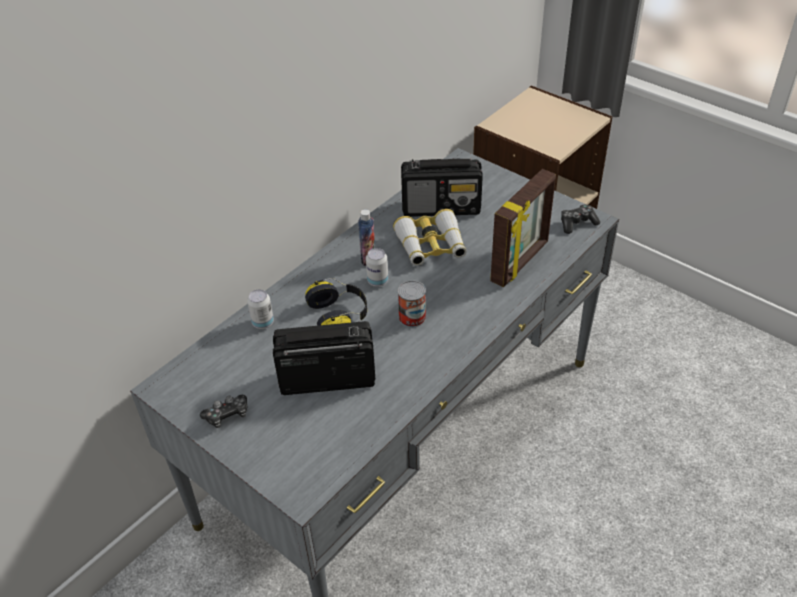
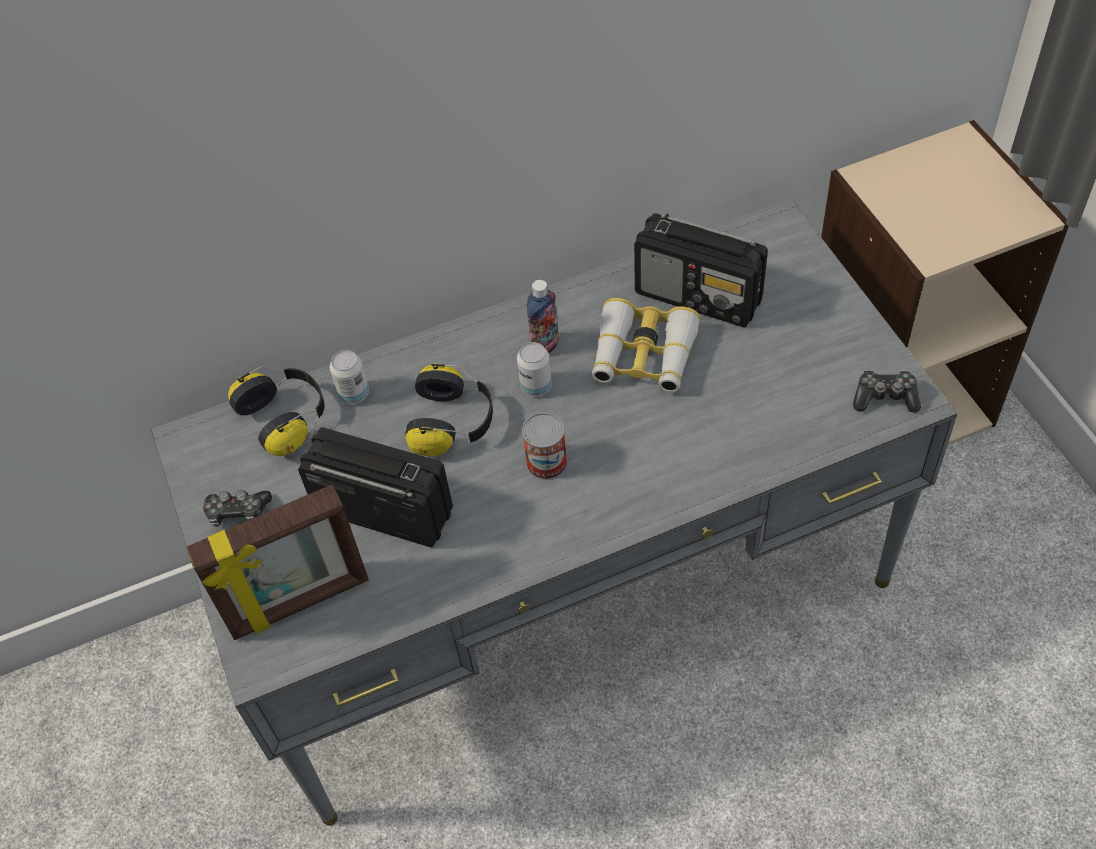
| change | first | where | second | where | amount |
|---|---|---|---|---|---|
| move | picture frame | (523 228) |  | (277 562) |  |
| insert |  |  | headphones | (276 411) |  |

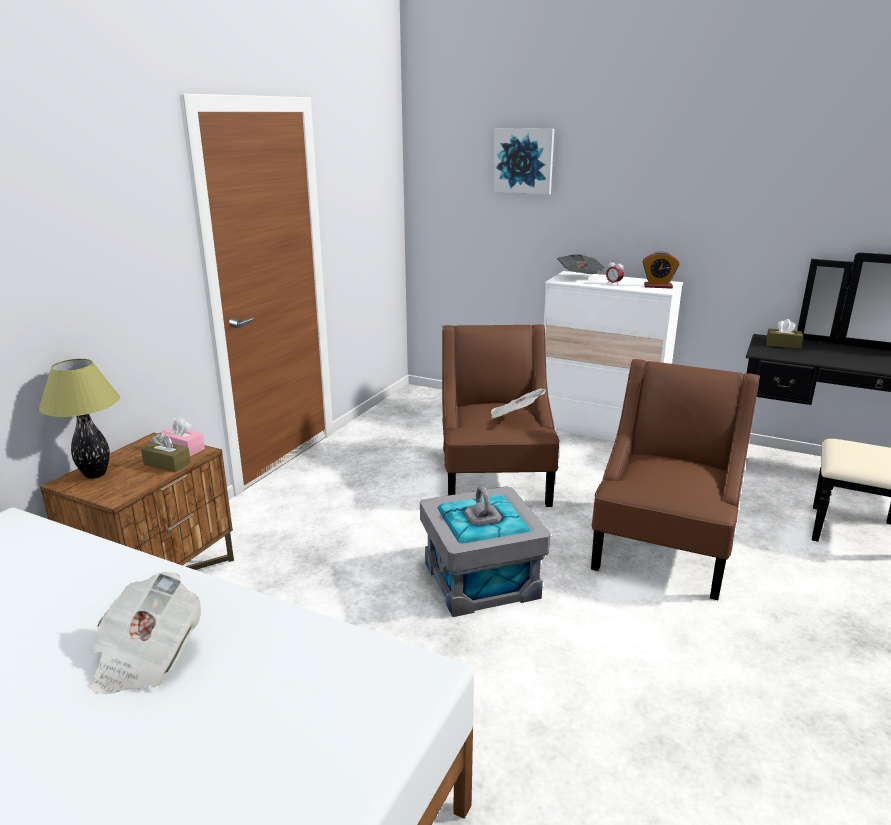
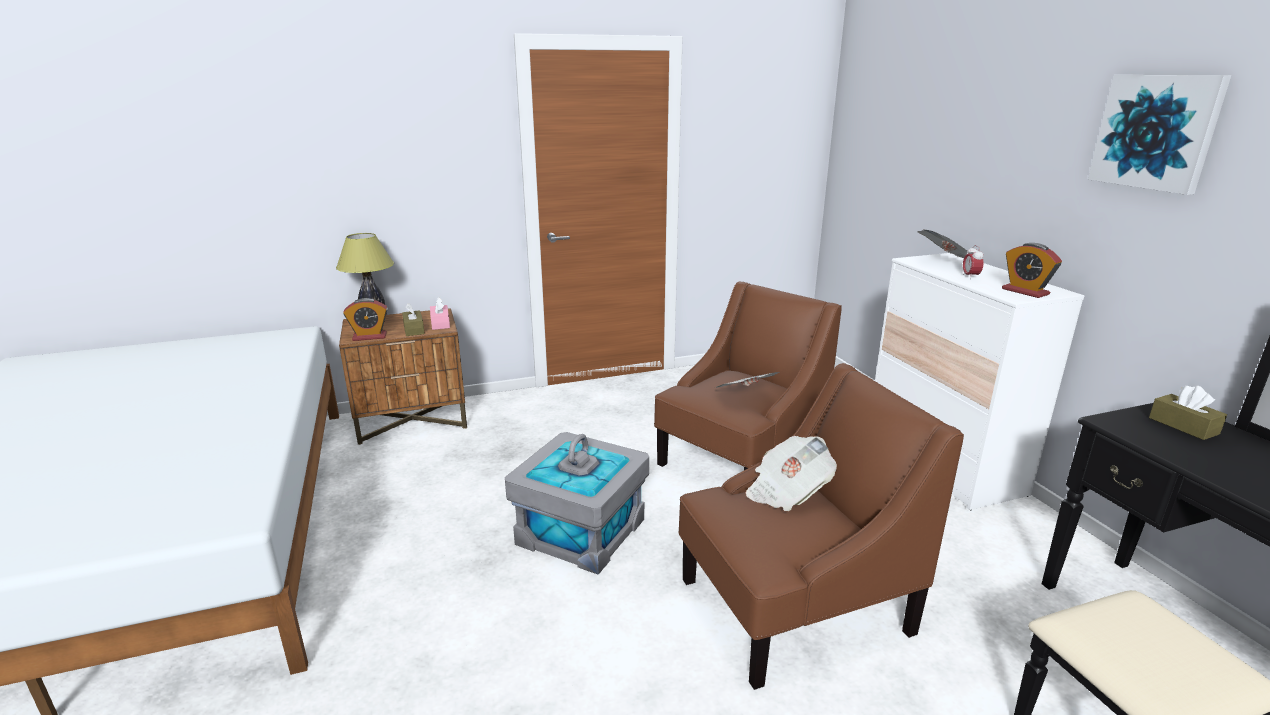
| change | first | where | second | where | amount |
|---|---|---|---|---|---|
| insert |  |  | alarm clock | (365 319) |  |
| move | newspaper | (145 633) |  | (791 473) |  |
| move | picture | (523 161) |  | (1159 135) |  |

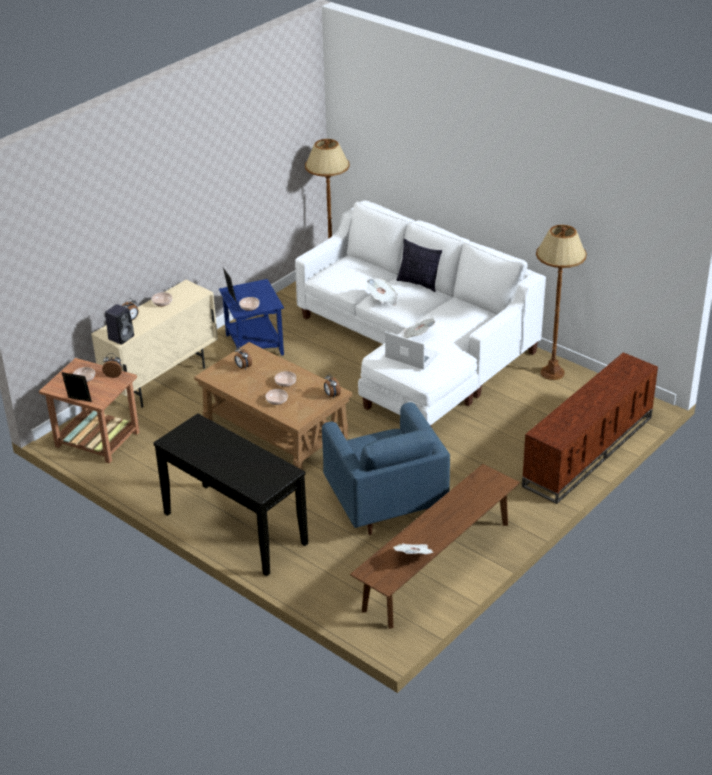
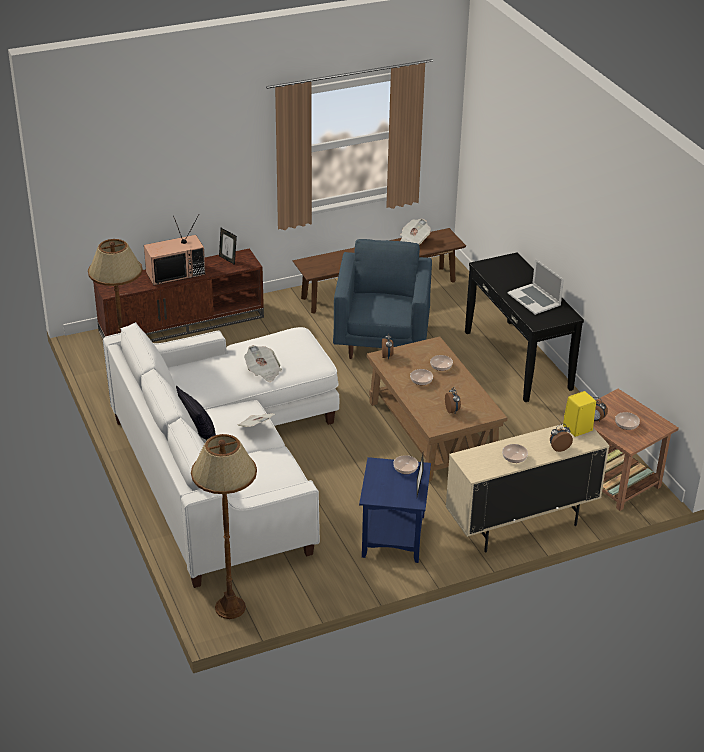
| change | first | where | second | where | amount |
|---|---|---|---|---|---|
| insert |  |  | television | (175 249) |  |
| move | picture frame | (77 387) |  | (228 246) |  |
| move | laptop | (412 350) |  | (536 287) |  |
| recolor | black speaker | (119 324) | yellow speaker | (579 414) |  |

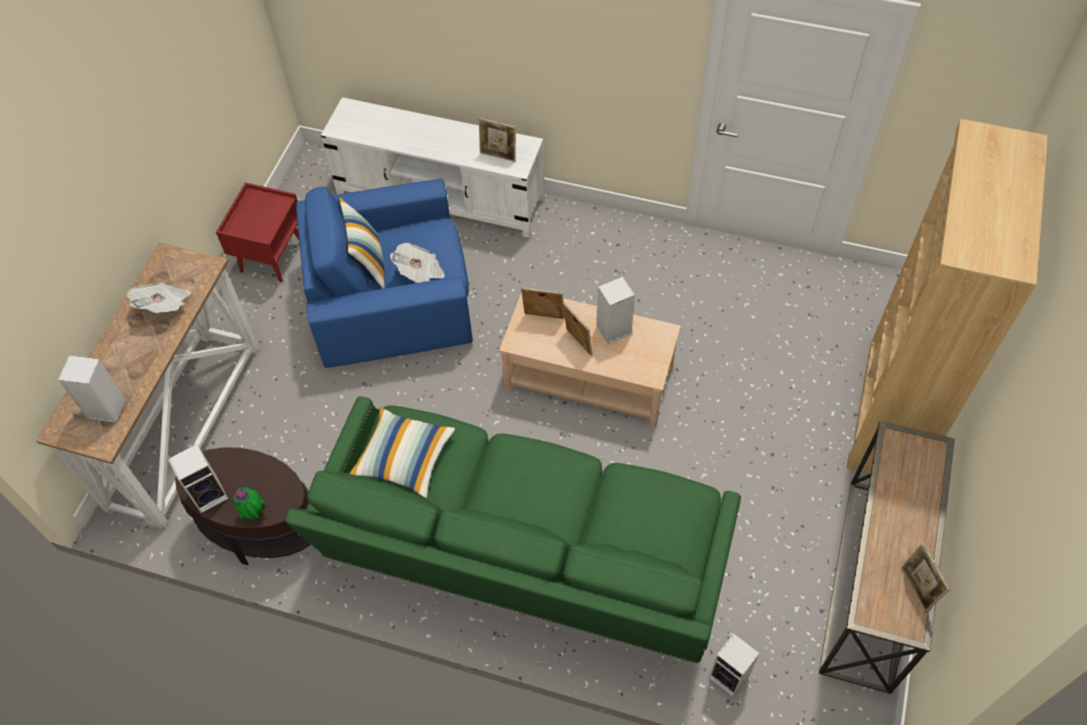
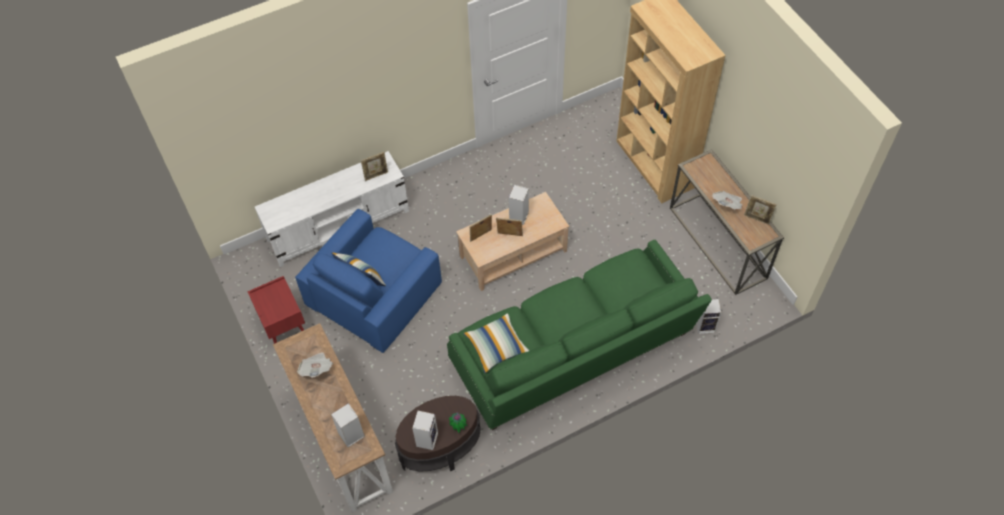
| change | first | where | second | where | amount |
|---|---|---|---|---|---|
| move | newspaper | (417 263) |  | (727 200) |  |

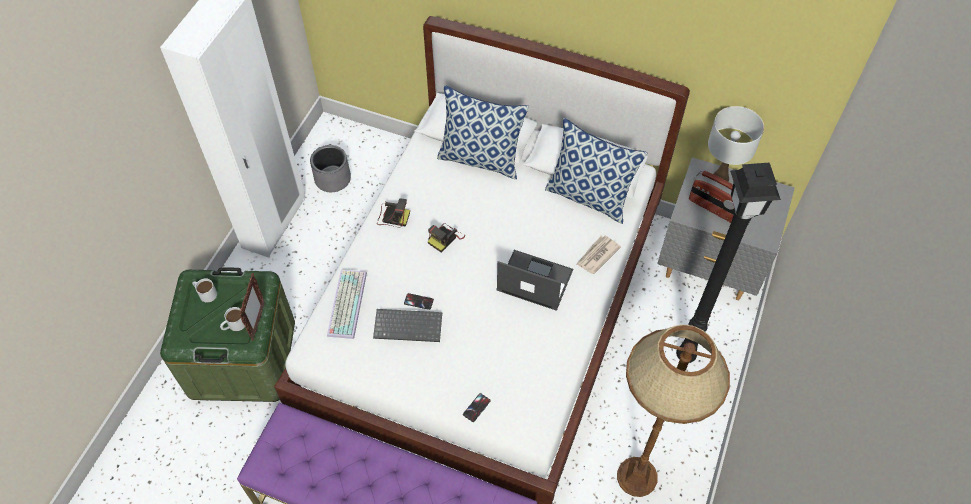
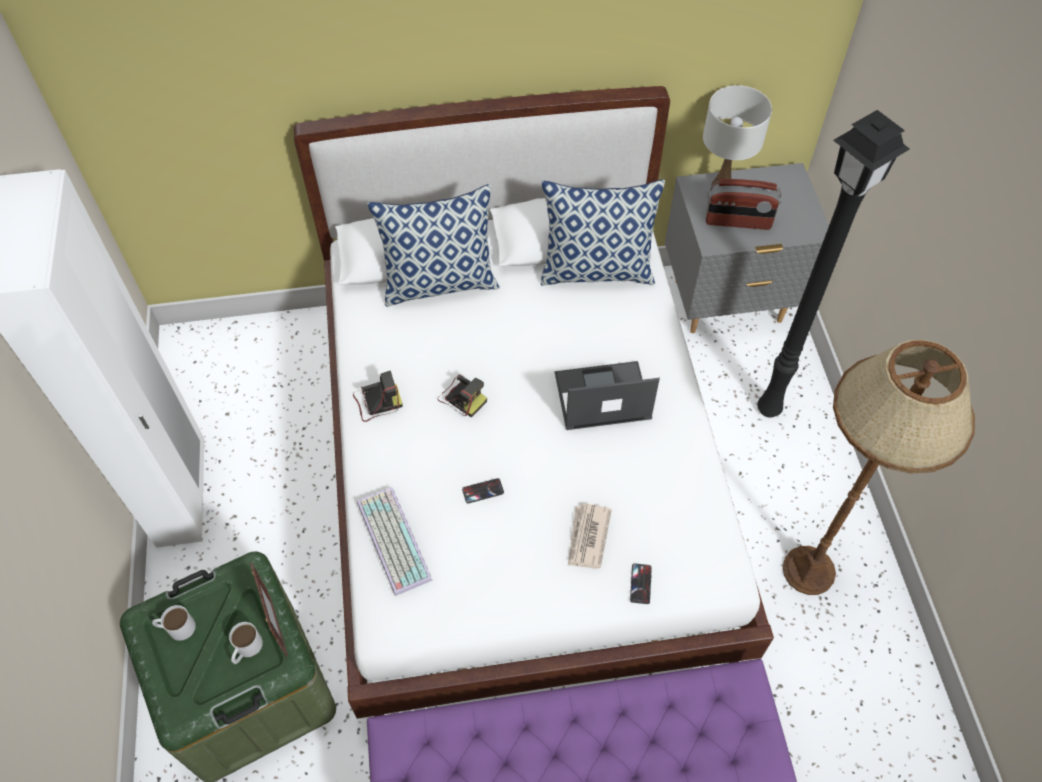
| change | first | where | second | where | amount |
|---|---|---|---|---|---|
| rotate | photo camera | (446 237) |  | (462 395) | 60 degrees counterclockwise |
| move | newspaper | (598 255) |  | (590 536) |  |
| delete | grey planter | (330 168) |  |  |  |
| delete | keyboard | (407 325) |  |  |  |

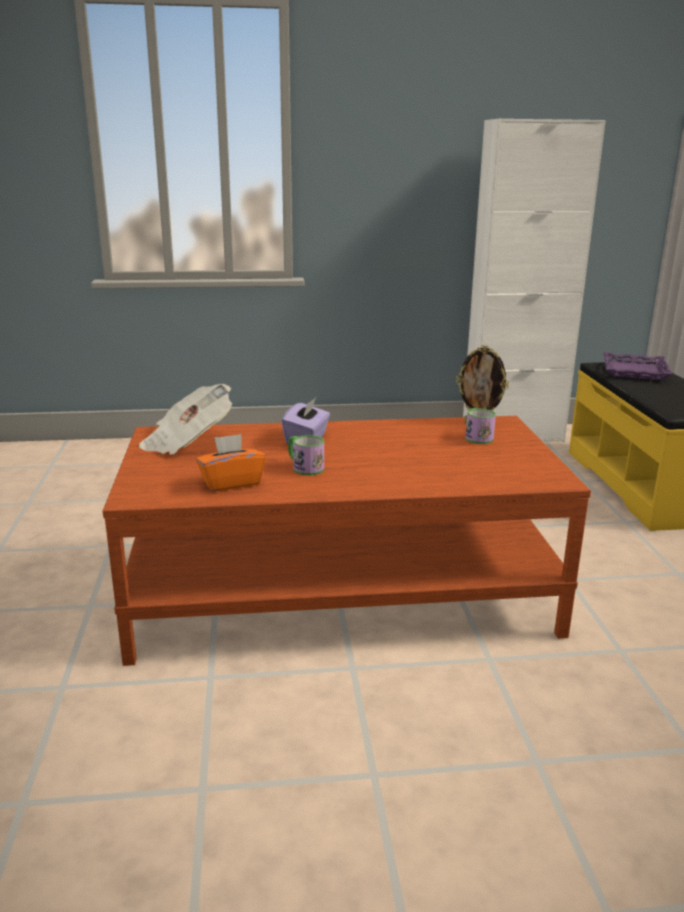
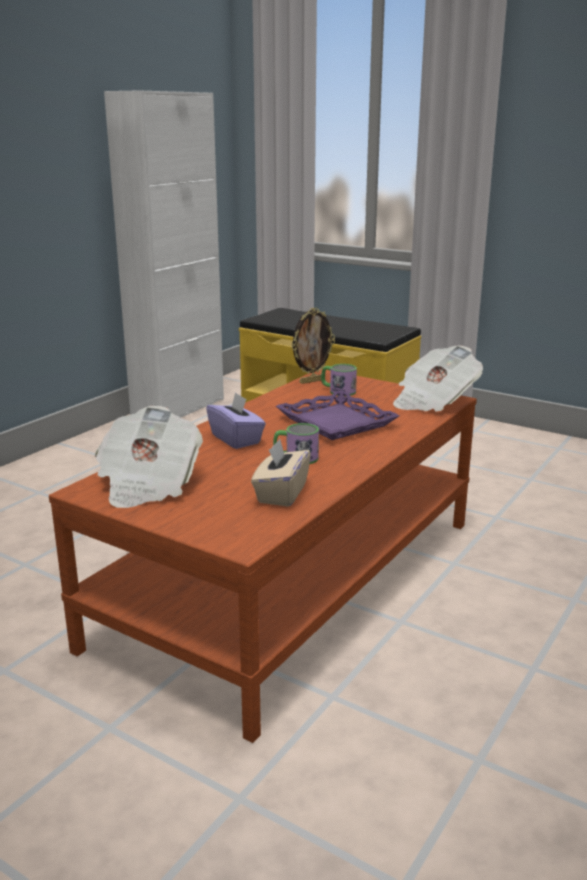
| change | first | where | second | where | amount |
|---|---|---|---|---|---|
| recolor | orange tissue box | (231 463) | beige tissue box | (281 473) |  |
| move | purple tray | (637 366) |  | (337 415) |  |
| insert |  |  | newspaper | (438 378) |  |

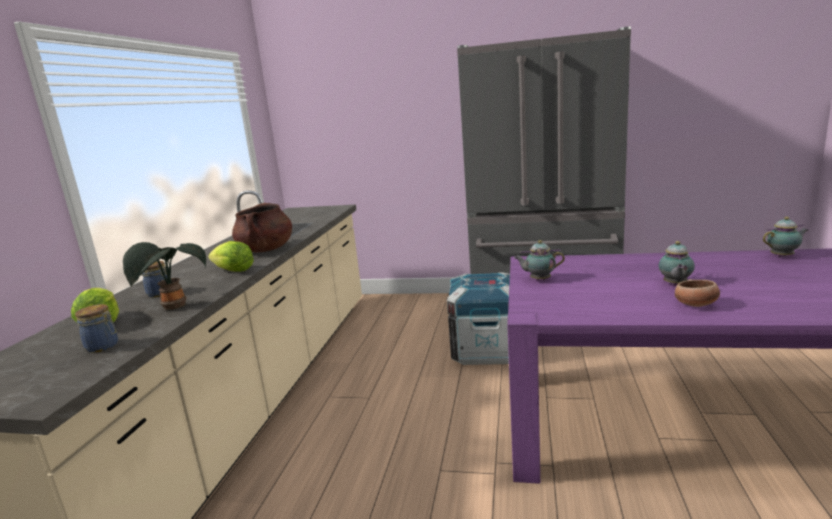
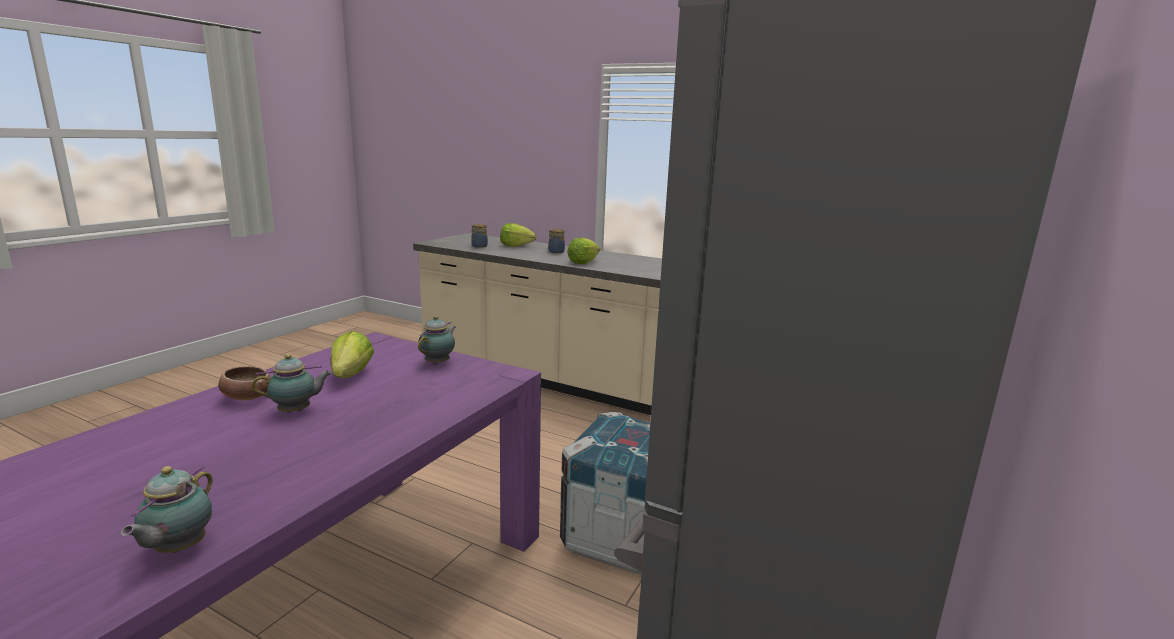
| change | first | where | second | where | amount |
|---|---|---|---|---|---|
| rotate | teapot | (677 263) |  | (291 383) | 120 degrees clockwise |
| insert |  |  | lettuce | (352 354) |  |
| delete | potted plant | (164 276) |  |  |  |
| delete | brown cooking pot | (262 228) |  |  |  |

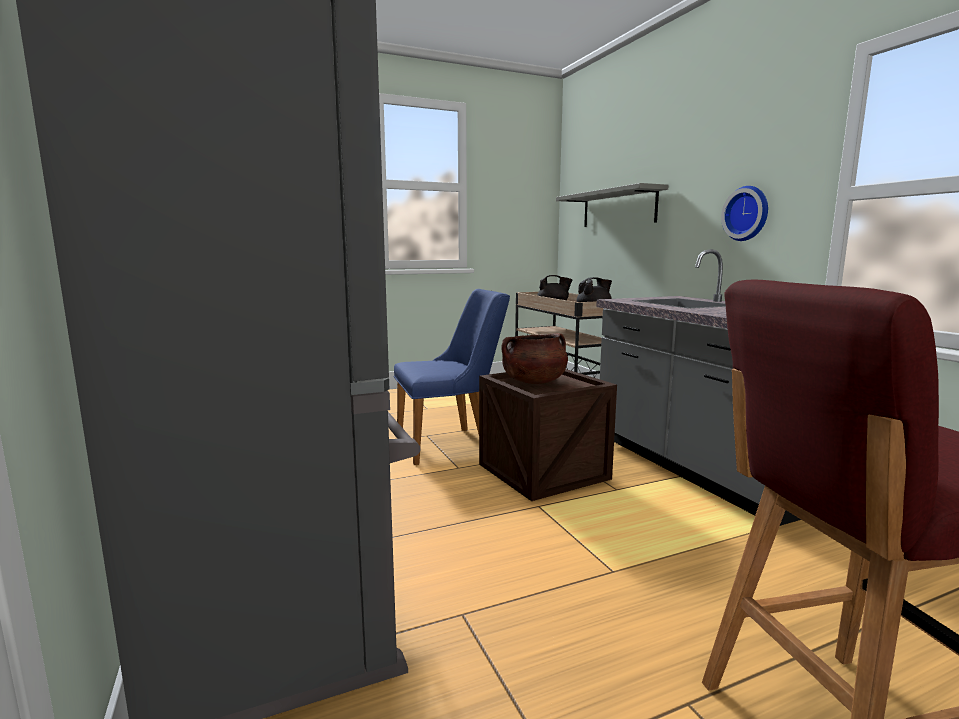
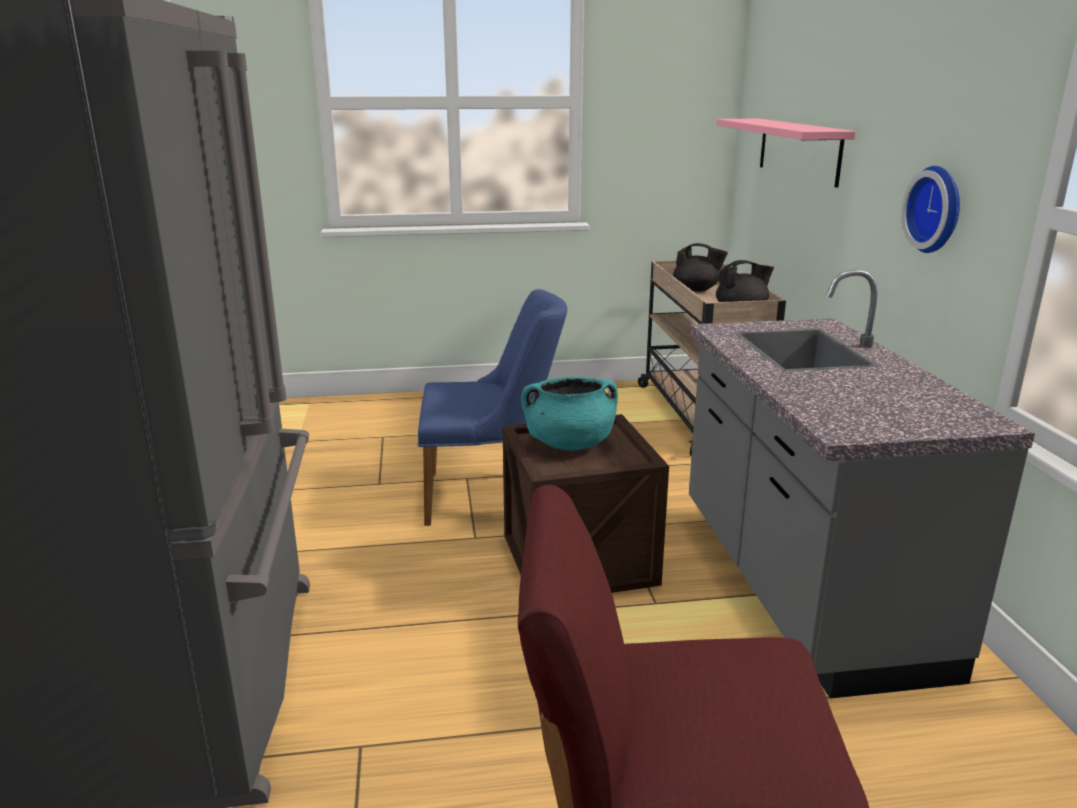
| change | first | where | second | where | amount |
|---|---|---|---|---|---|
| recolor | brown cooking pot | (534 358) | turquoise cooking pot | (569 413) |  |
| recolor | grey shelf | (612 205) | pink shelf | (786 153) |  |

